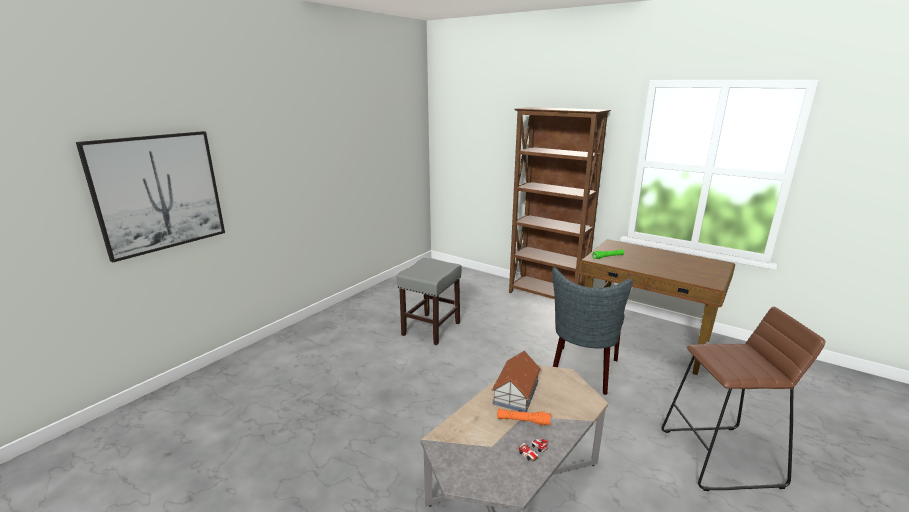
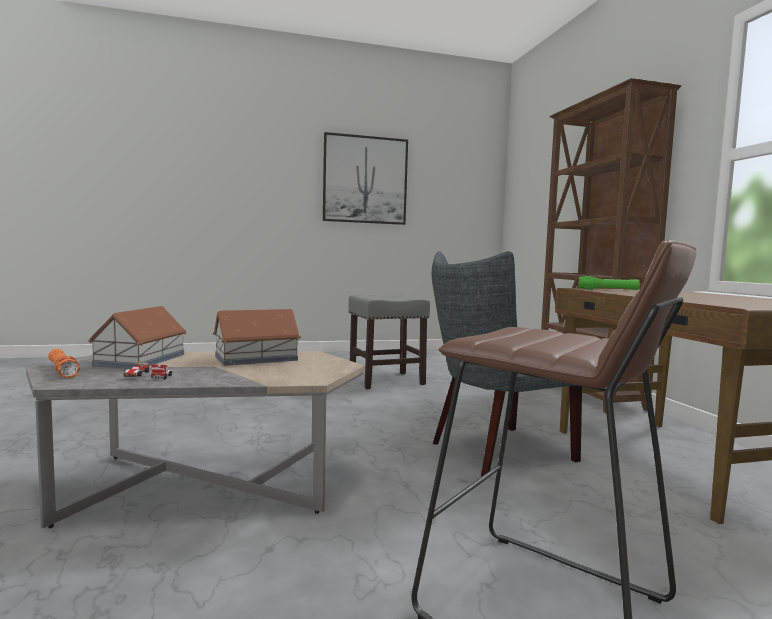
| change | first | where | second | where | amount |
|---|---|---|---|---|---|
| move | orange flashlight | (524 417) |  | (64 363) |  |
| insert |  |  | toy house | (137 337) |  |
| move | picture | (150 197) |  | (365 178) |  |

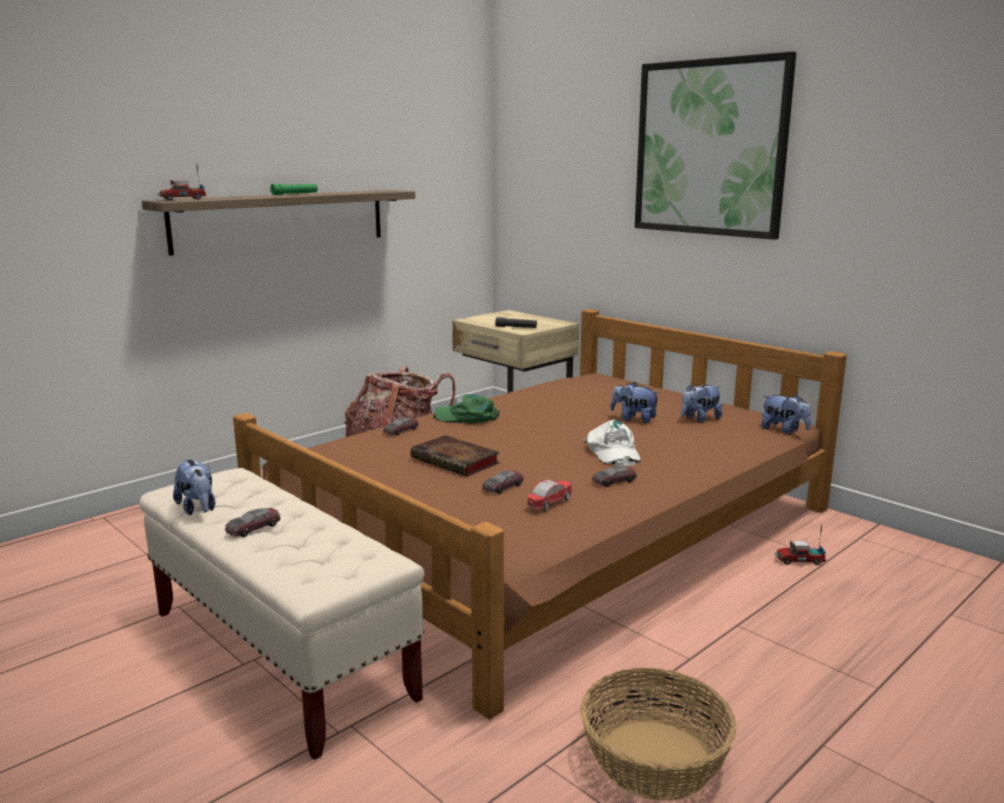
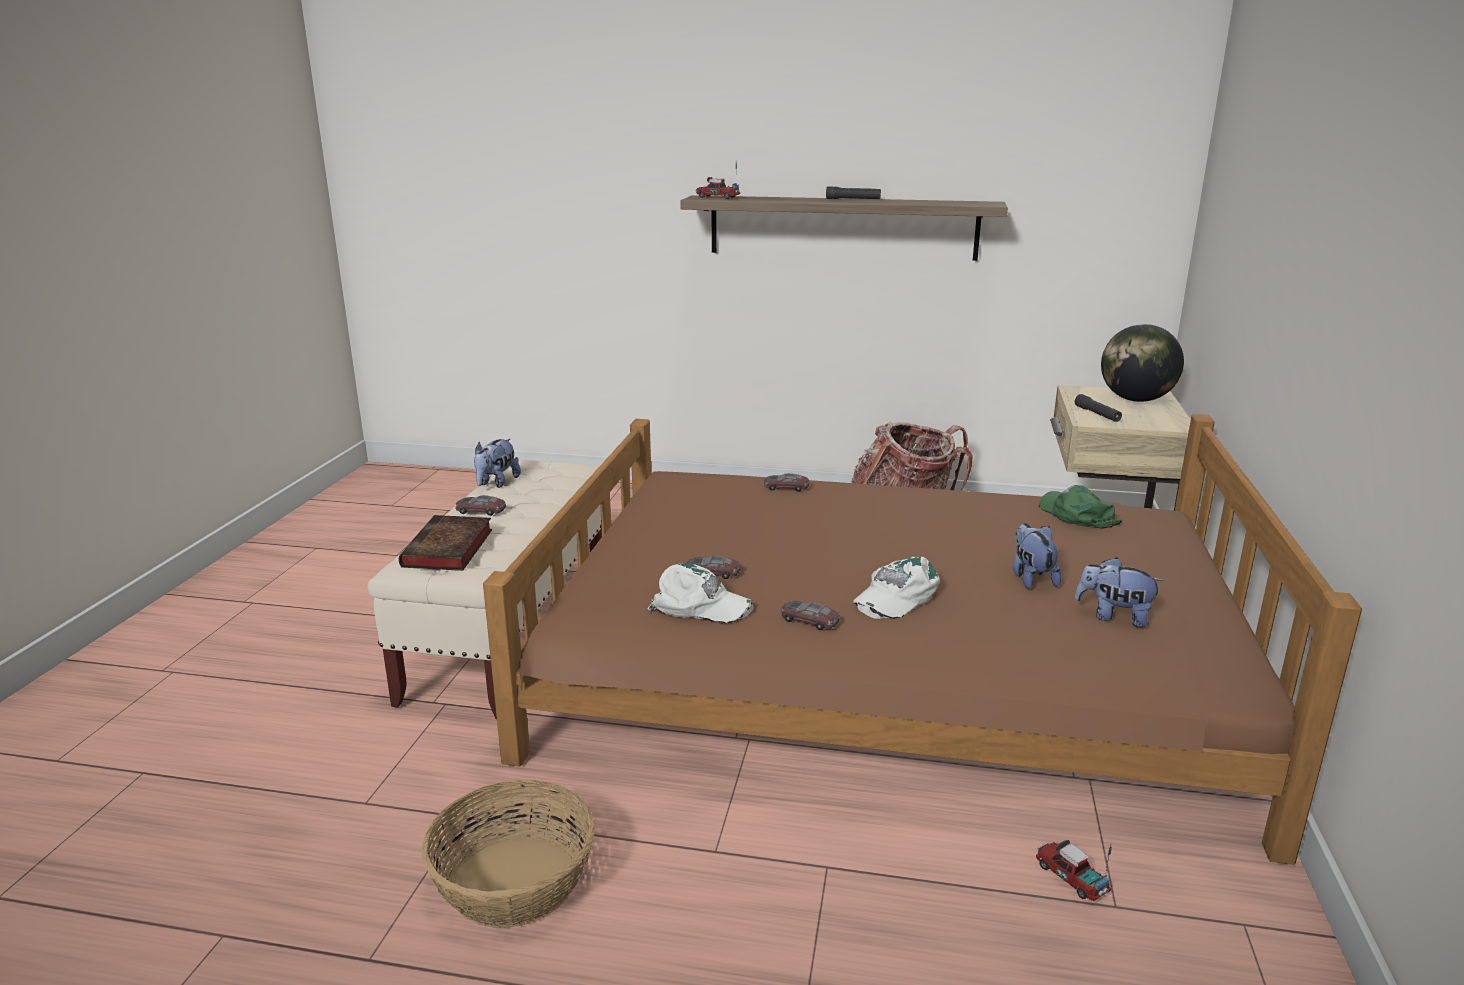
| change | first | where | second | where | amount |
|---|---|---|---|---|---|
| move | book | (455 456) |  | (445 543) |  |
| replace | toy car | (550 496) | white cap | (701 593) |  |
| recolor | green flashlight | (294 189) | black flashlight | (853 192) |  |
| move | green cap | (466 409) |  | (1081 507) |  |
| insert |  |  | globe | (1142 363) |  |
| delete | picture | (715 146) |  |  |  |
| delete | plush toy | (786 414) |  |  |  |

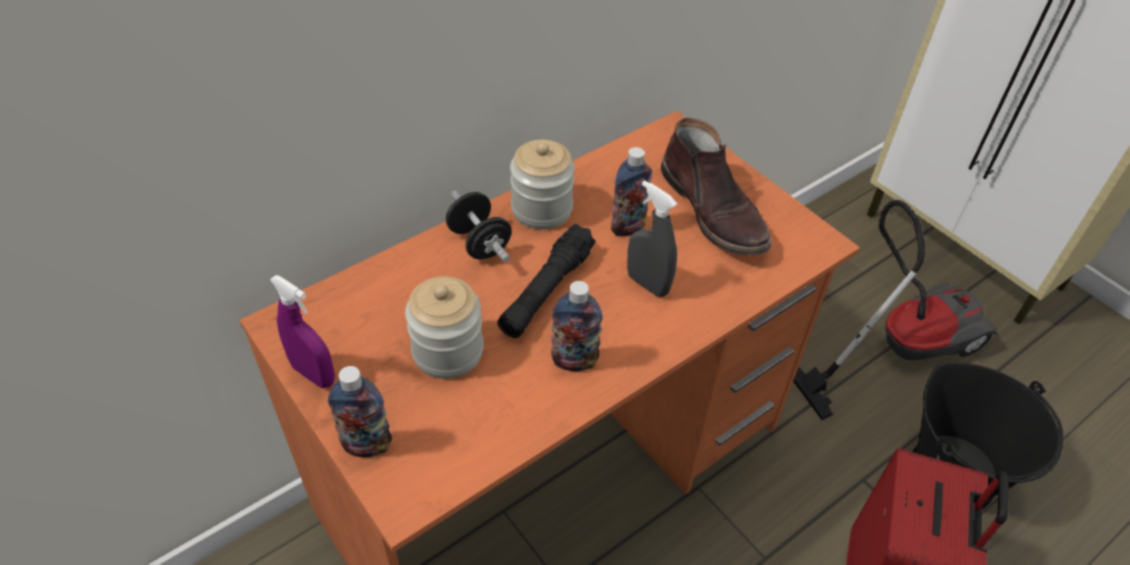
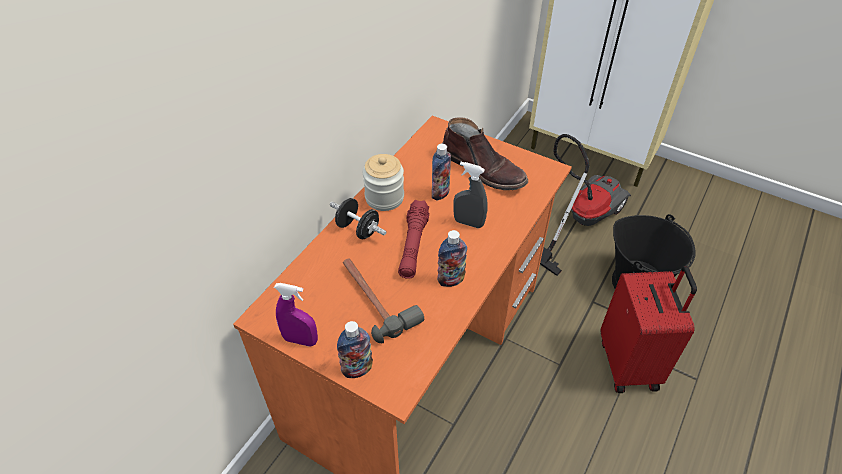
| change | first | where | second | where | amount |
|---|---|---|---|---|---|
| replace | jar | (444 327) | hammer | (383 300) |  |
| recolor | black flashlight | (546 281) | red flashlight | (413 239) |  |

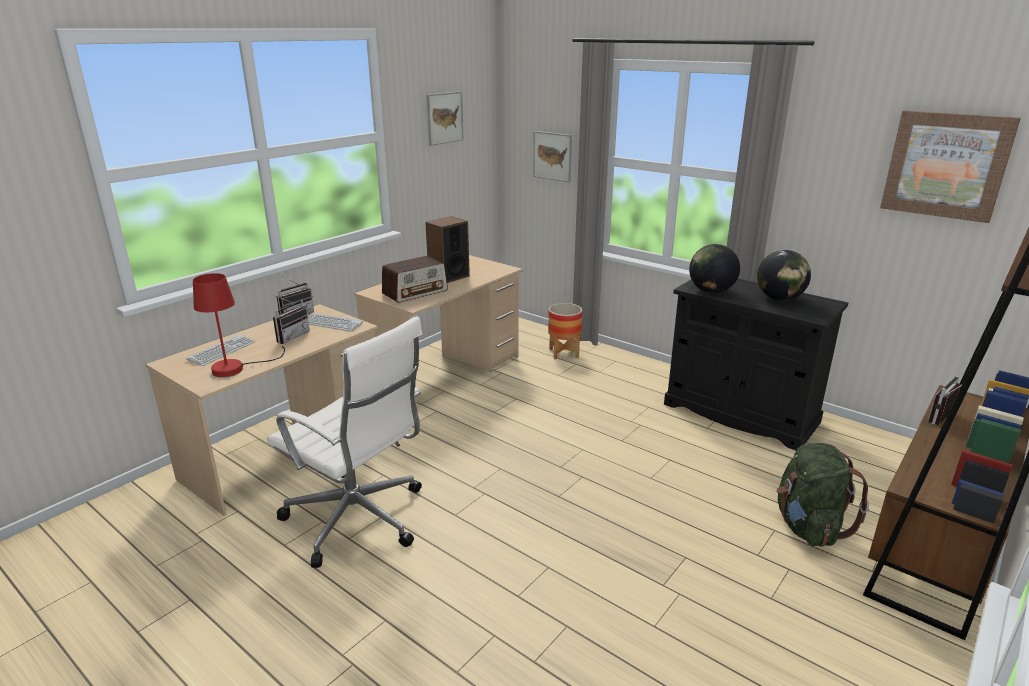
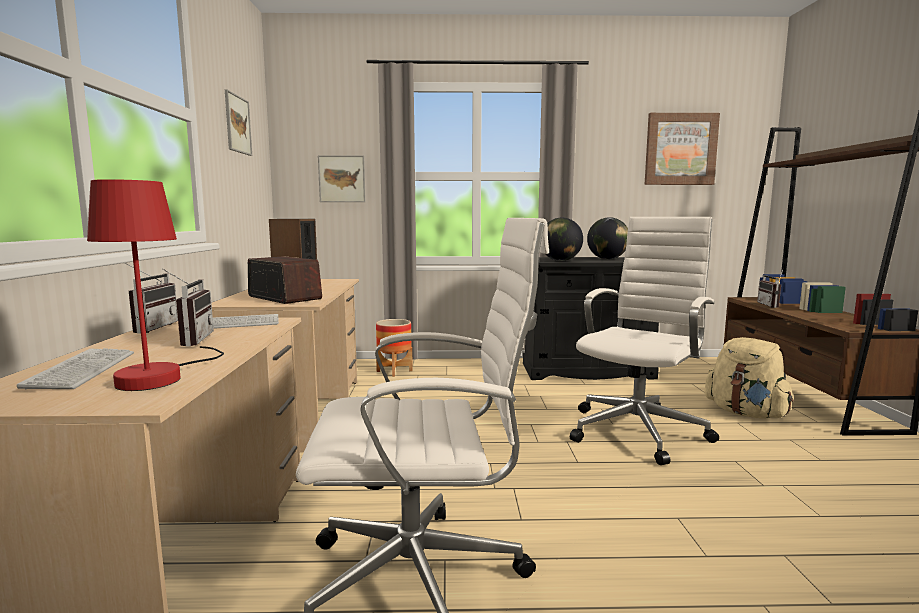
| change | first | where | second | where | amount |
|---|---|---|---|---|---|
| rotate | radio | (415 279) |  | (285 280) | 60 degrees counterclockwise |
| insert |  |  | white office chair | (644 341) |  |
| recolor | green backpack | (823 495) | beige backpack | (749 378) |  |

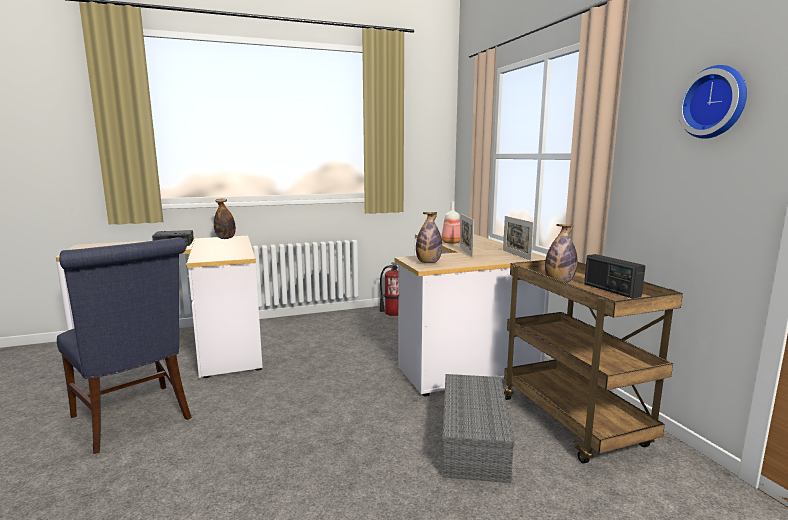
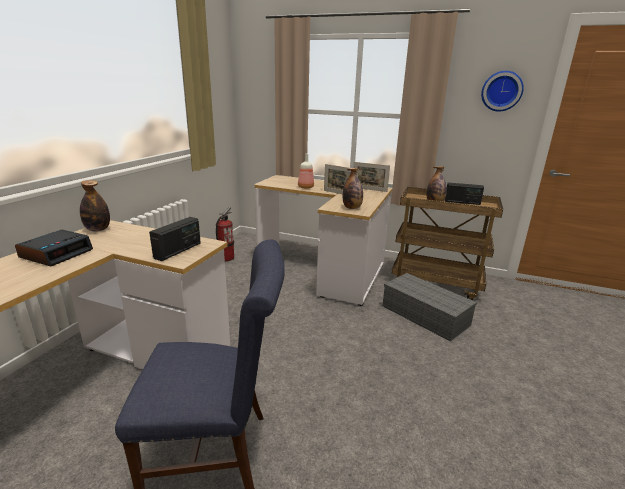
| change | first | where | second | where | amount |
|---|---|---|---|---|---|
| insert |  |  | radio | (175 239) |  |

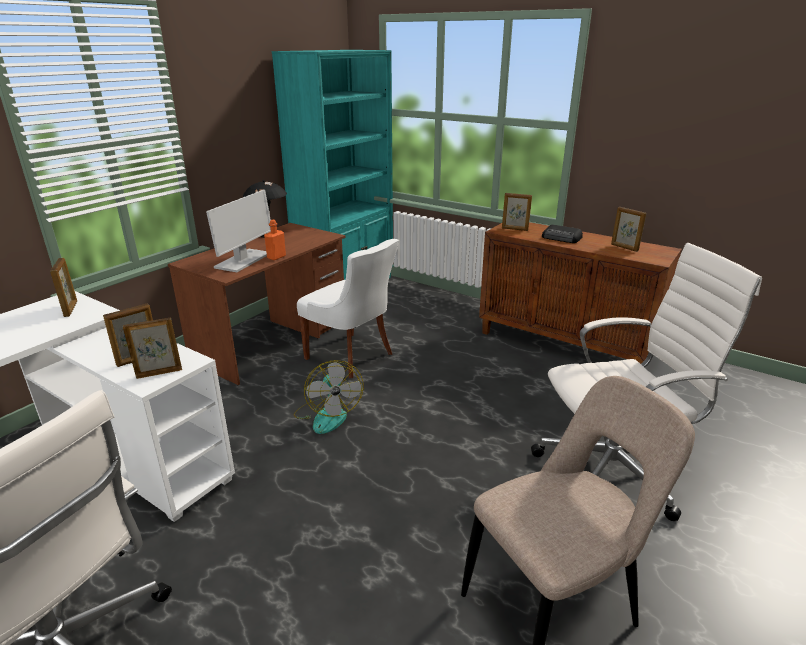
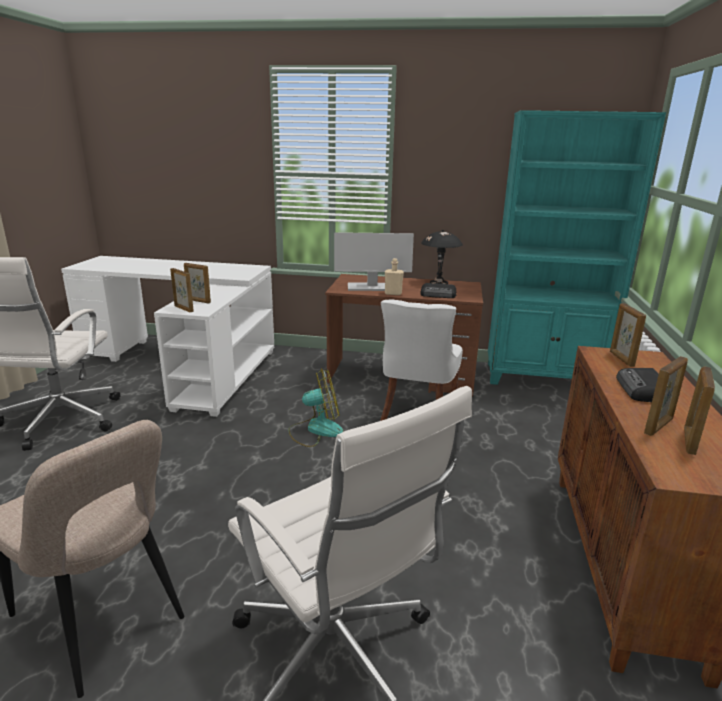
| change | first | where | second | where | amount |
|---|---|---|---|---|---|
| rotate | fan | (328 397) |  | (315 407) | 150 degrees counterclockwise |
| recolor | orange bottle | (275 240) | beige bottle | (394 276) |  |
| insert |  |  | radio | (439 290) |  |
| move | picture frame | (63 287) |  | (666 396) |  |

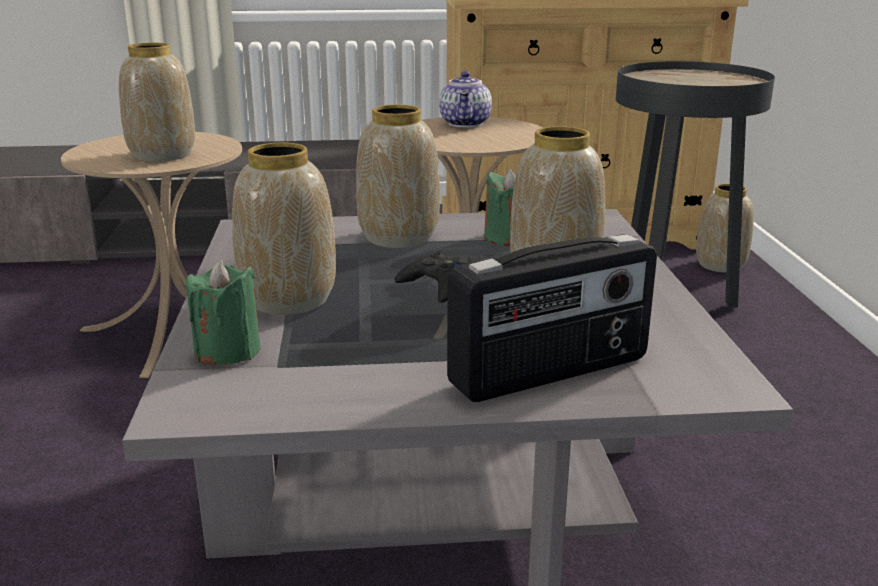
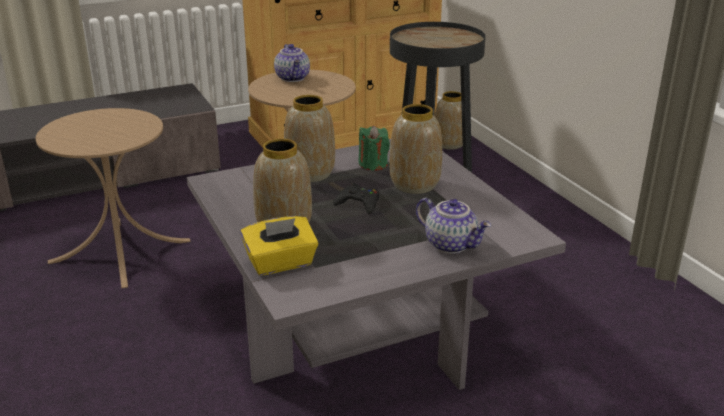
| change | first | where | second | where | amount |
|---|---|---|---|---|---|
| replace | green candle | (223 312) | yellow tissue box | (279 246) |  |
| replace | radio | (552 318) | teapot | (453 226) |  |
| delete | vase | (157 102) |  |  |  |

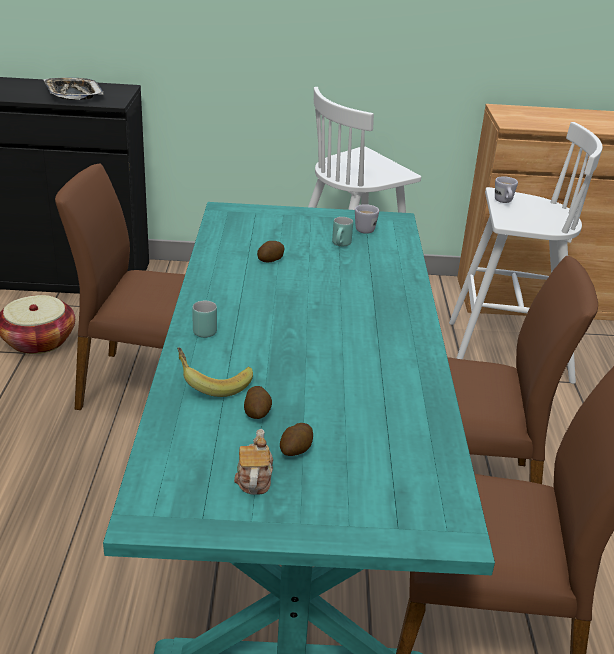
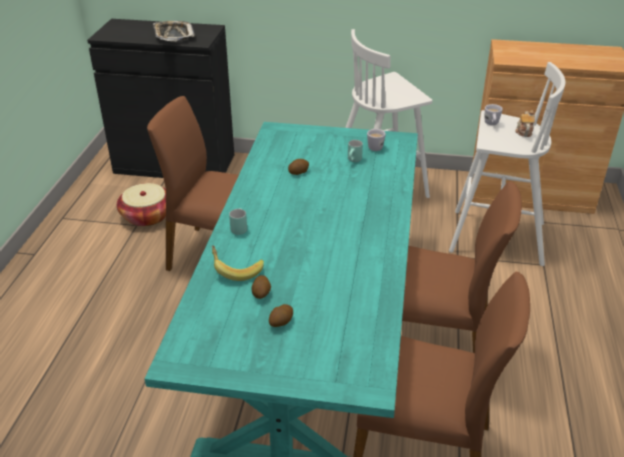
| change | first | where | second | where | amount |
|---|---|---|---|---|---|
| move | teapot | (253 462) |  | (525 123) |  |

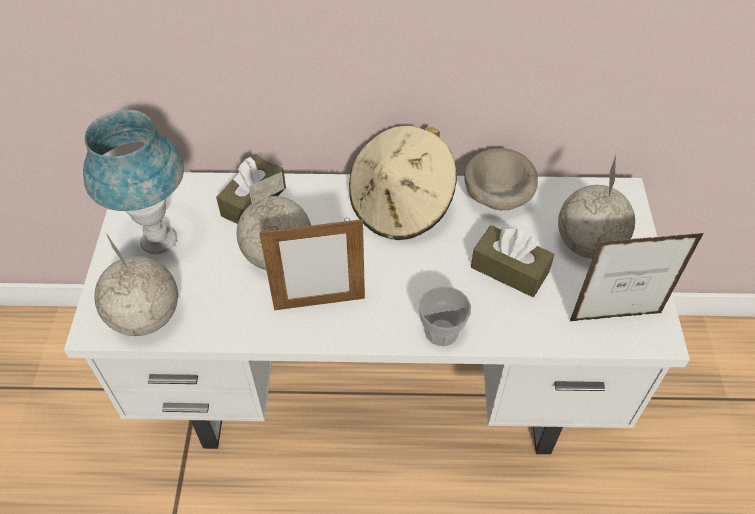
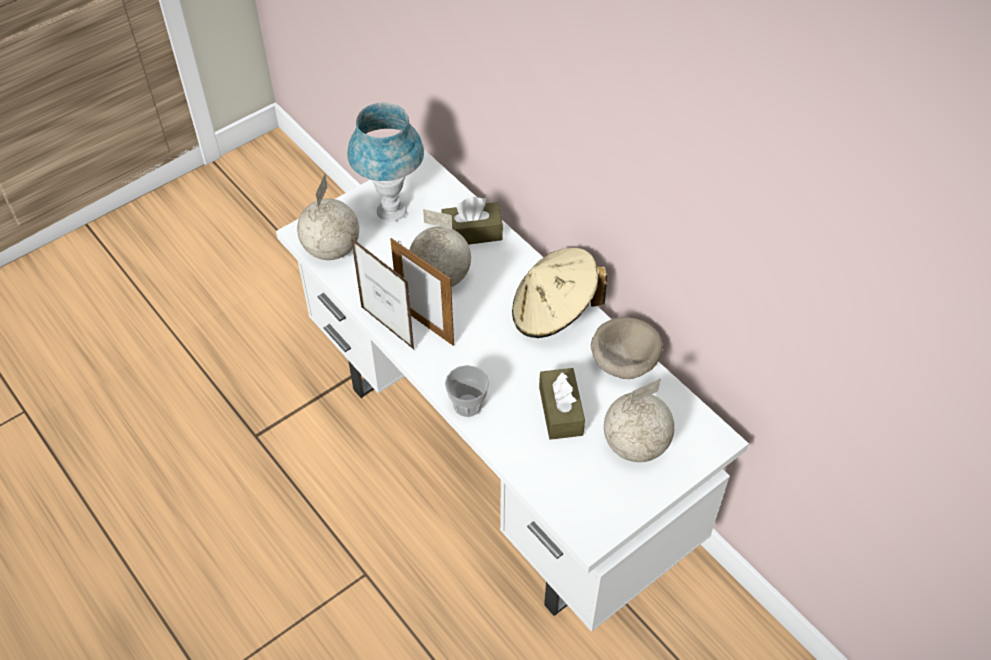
| change | first | where | second | where | amount |
|---|---|---|---|---|---|
| move | picture frame | (637 277) |  | (382 293) |  |

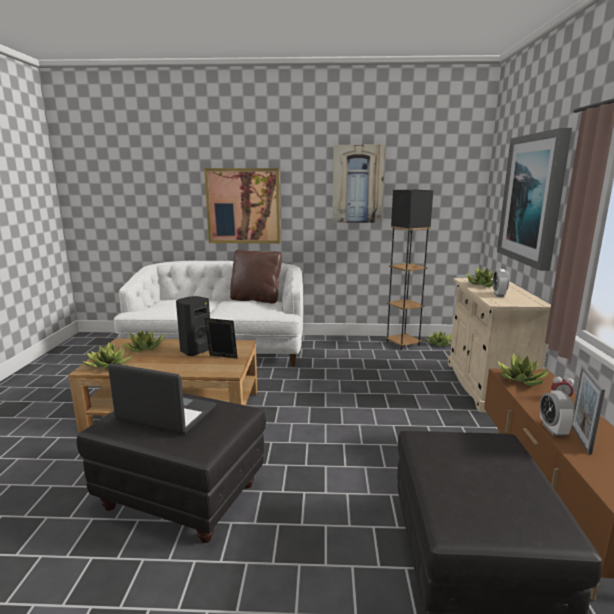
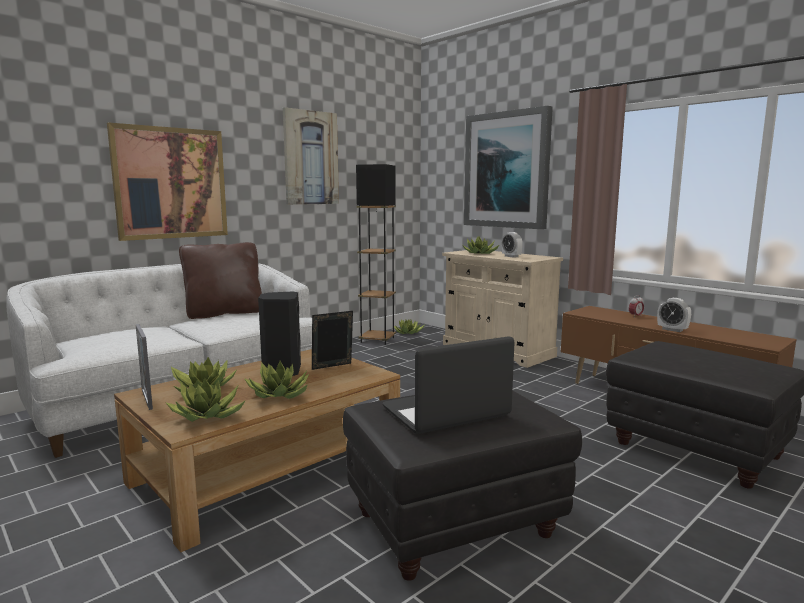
| change | first | where | second | where | amount |
|---|---|---|---|---|---|
| move | picture frame | (588 410) |  | (144 367) |  |
| move | potted plant | (524 369) |  | (276 380) |  |

